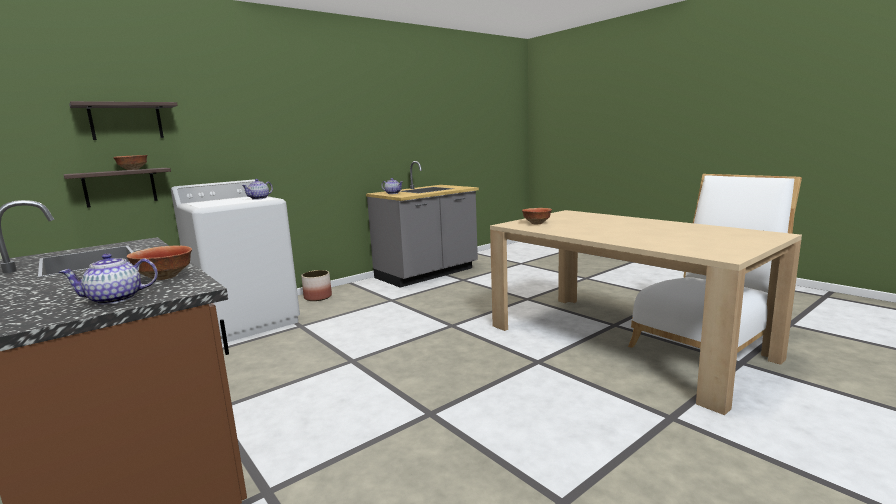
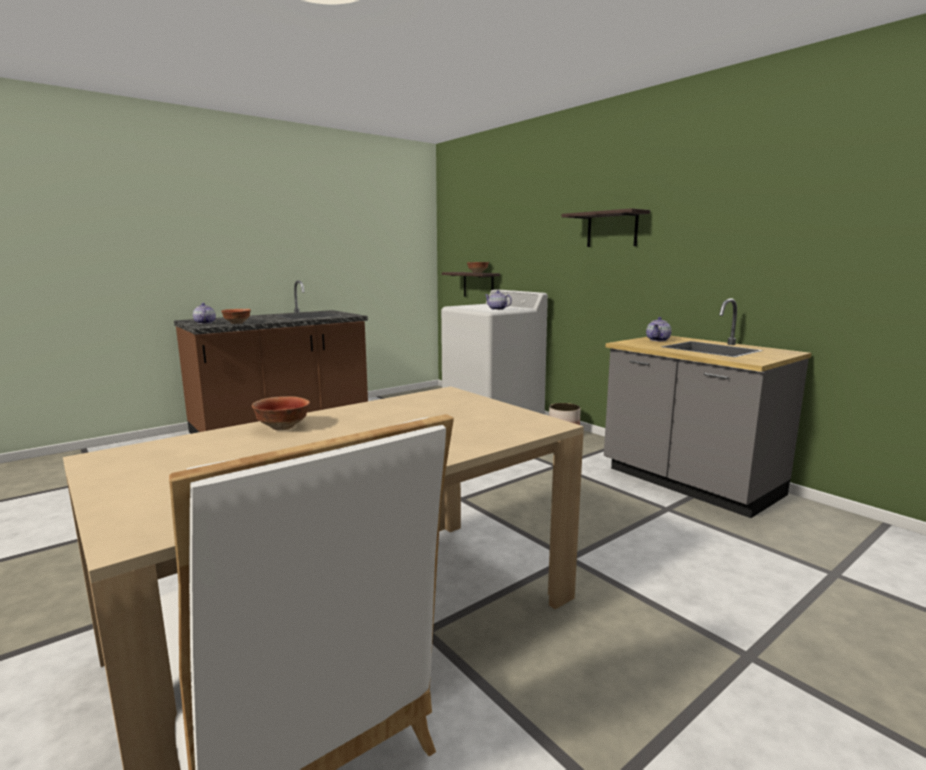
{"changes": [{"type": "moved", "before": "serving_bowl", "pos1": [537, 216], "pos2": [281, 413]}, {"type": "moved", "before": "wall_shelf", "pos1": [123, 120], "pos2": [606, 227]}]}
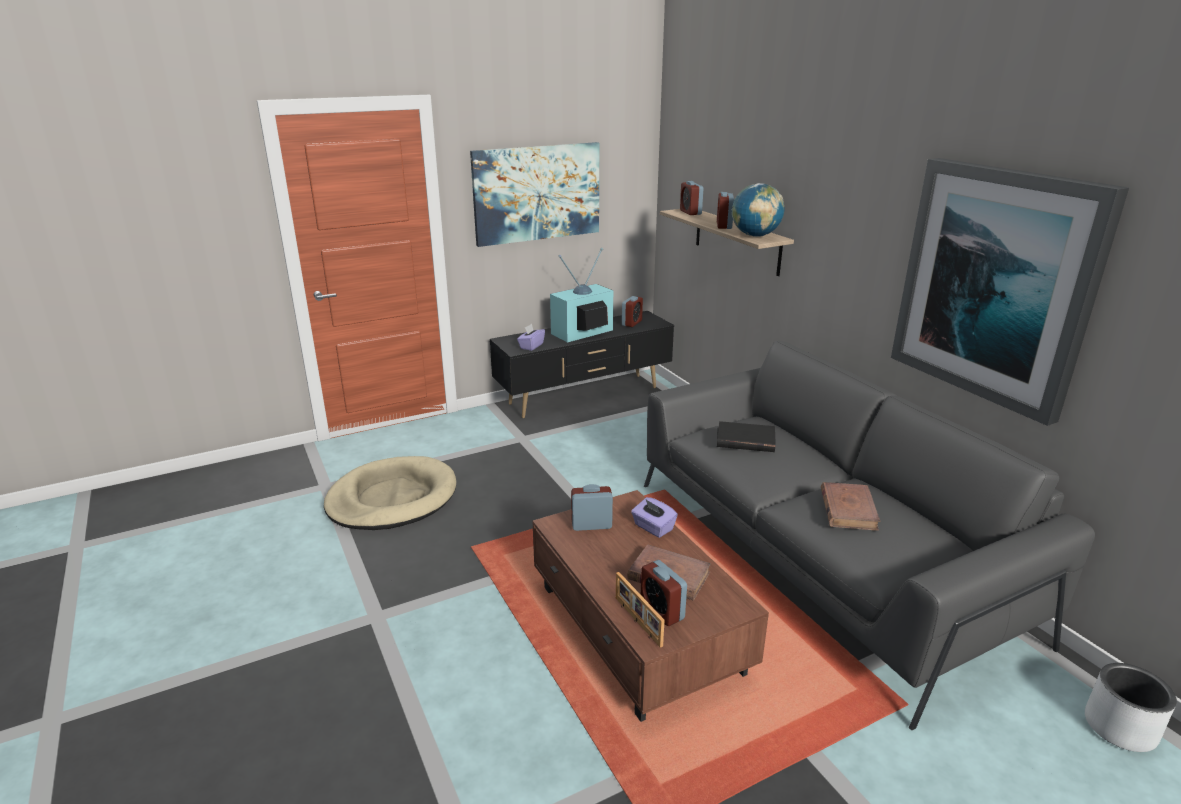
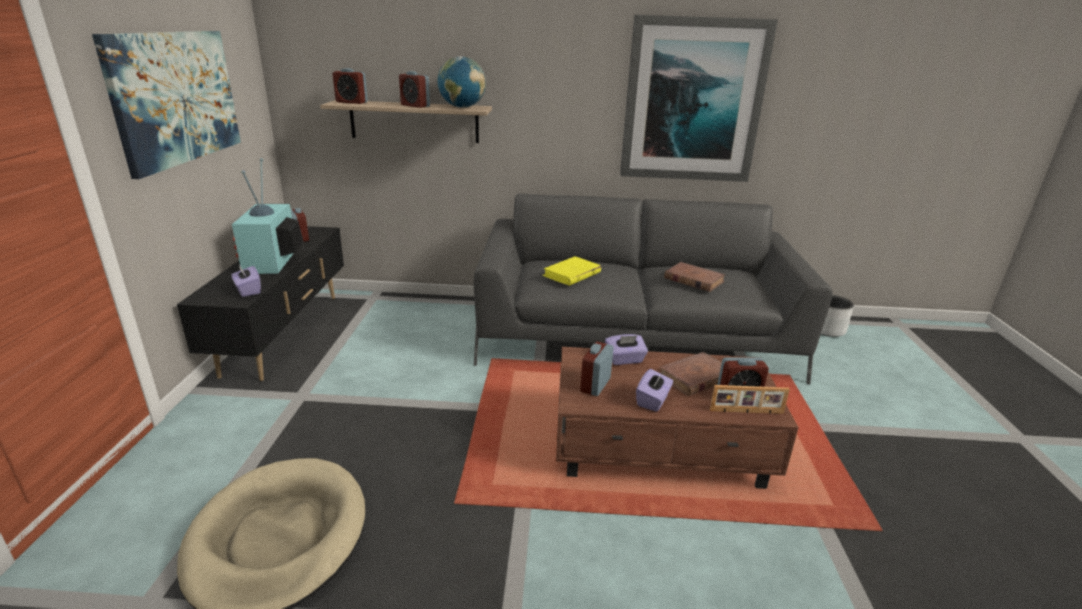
{"changes": [{"type": "recoloured", "before": "blackish_book", "after": "yellowish_book", "pos1": [746, 436], "pos2": [571, 271]}, {"type": "added", "after": "purple_tissue_holder", "pos2": [654, 390]}]}
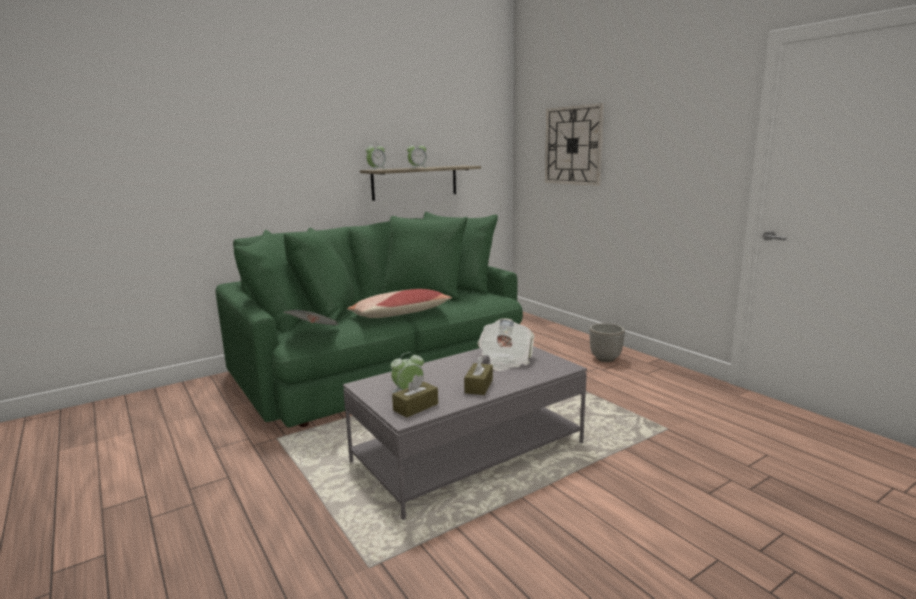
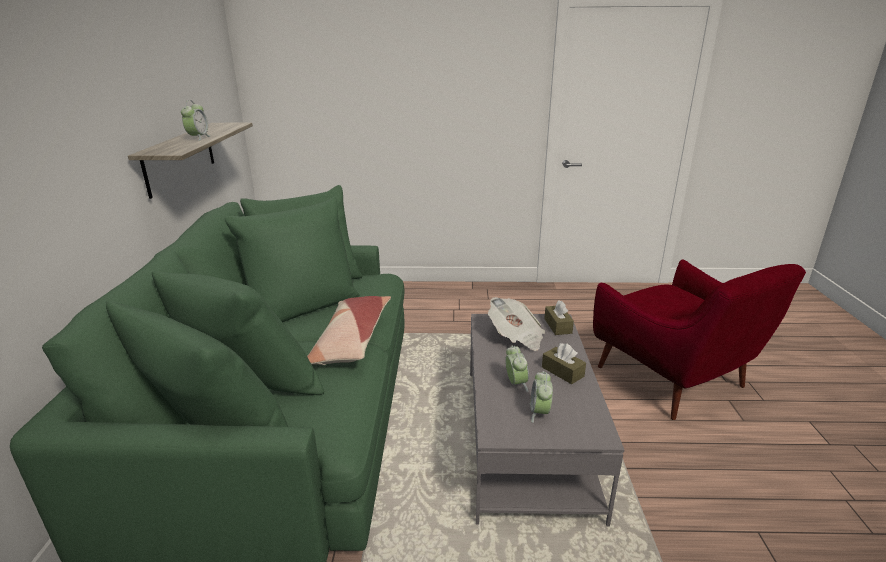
{"changes": [{"type": "moved", "before": "bedside_clock", "pos1": [376, 157], "pos2": [517, 368]}, {"type": "moved", "before": "brown-coloured_tissue_holder", "pos1": [415, 396], "pos2": [559, 317]}, {"type": "added", "after": "reddish_easy_chair", "pos2": [699, 340]}, {"type": "removed", "before": "newspaper", "pos1": [311, 317]}, {"type": "removed", "before": "wall_clock", "pos1": [574, 144]}, {"type": "removed", "before": "plant_pot", "pos1": [607, 342]}]}
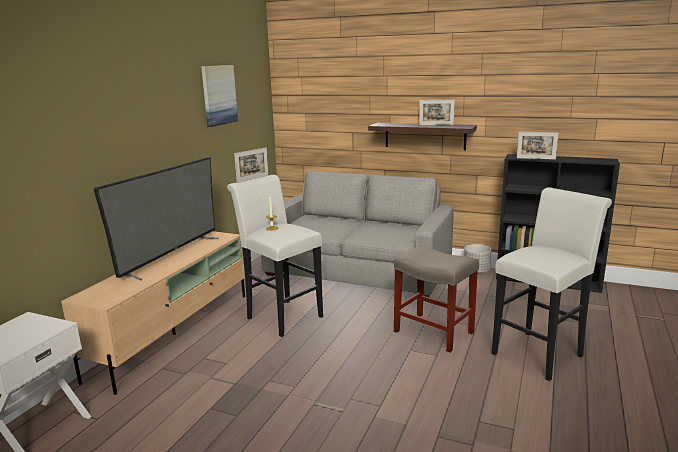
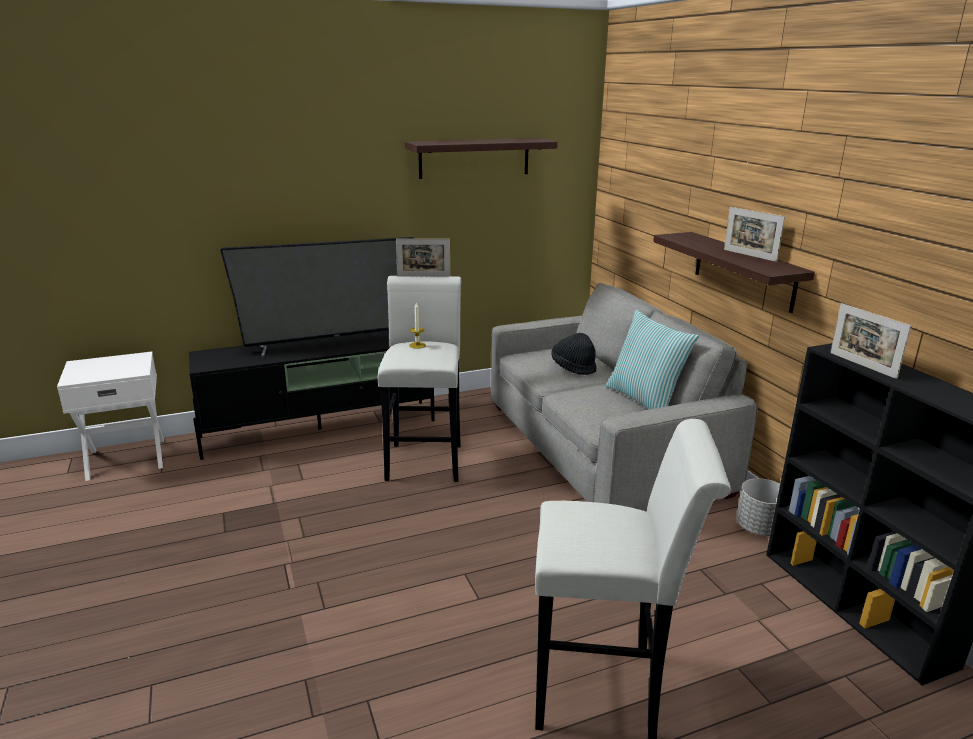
{"changes": [{"type": "recoloured", "before": "sand-coloured_tv_unit", "after": "blackish_tv_unit", "pos1": [153, 313], "pos2": [312, 395]}, {"type": "replaced", "before": "picture", "after": "wall_shelf", "pos1": [219, 96], "pos2": [481, 158]}, {"type": "added", "after": "blackish_hat", "pos2": [573, 354]}, {"type": "added", "after": "pillow", "pos2": [652, 360]}, {"type": "removed", "before": "sand-coloured_stool_seat", "pos1": [436, 299]}]}
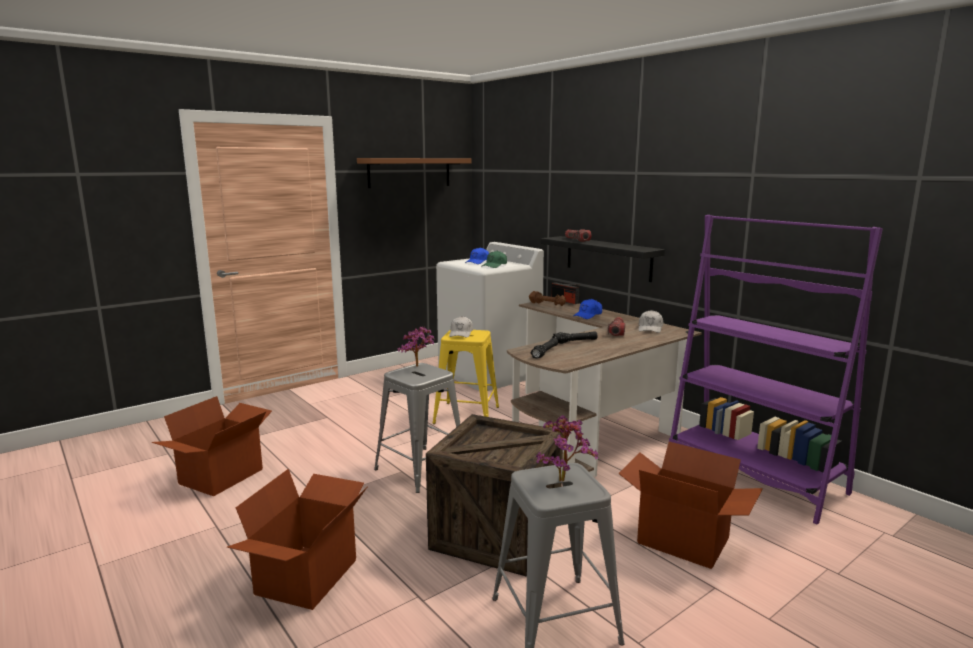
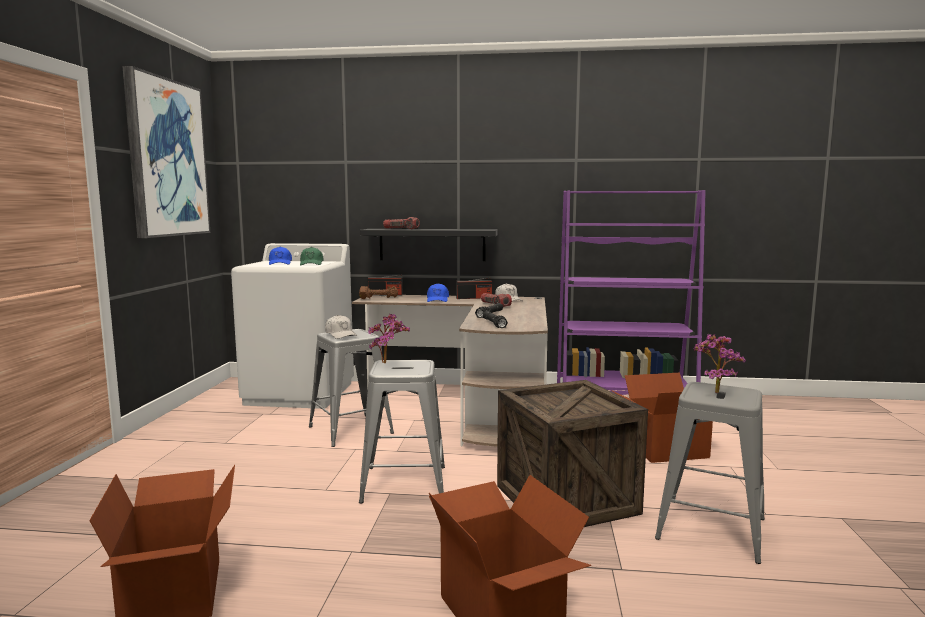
{"changes": [{"type": "replaced", "before": "brown-coloured_wall_shelf", "after": "picture", "pos1": [414, 173], "pos2": [166, 152]}, {"type": "recoloured", "before": "yellowish_stool_seat", "after": "grey_stool_seat", "pos1": [465, 377], "pos2": [351, 388]}, {"type": "added", "after": "radio", "pos2": [474, 288]}]}
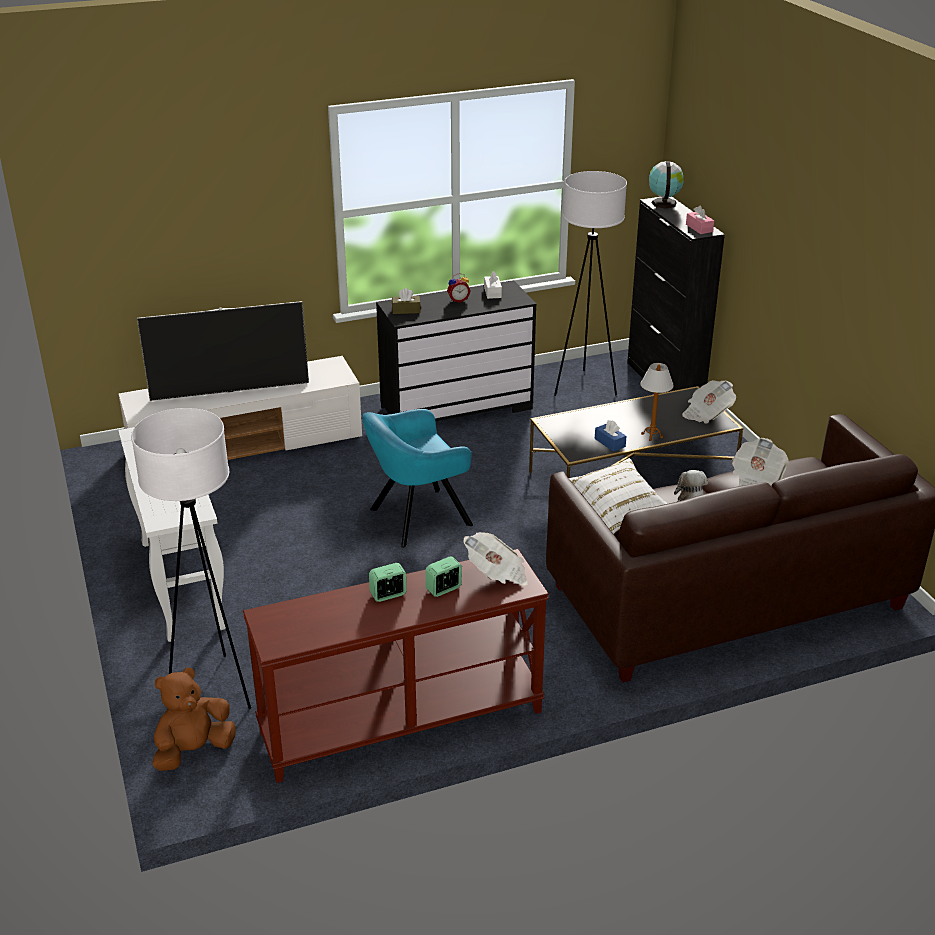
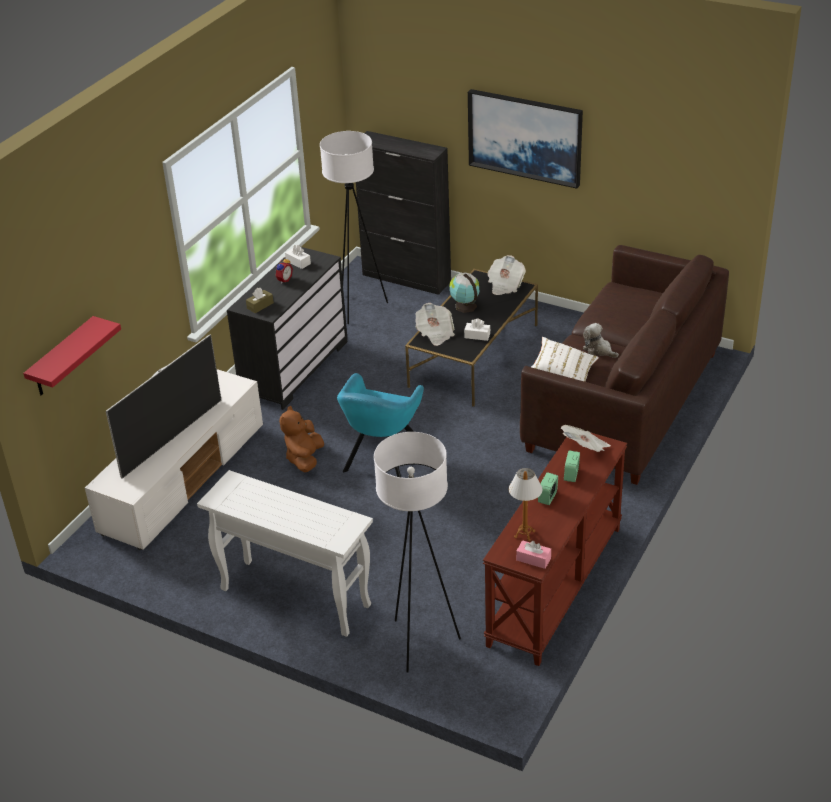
{"changes": [{"type": "added", "after": "reddish_wall_shelf", "pos2": [72, 355]}, {"type": "moved", "before": "brown-coloured_plush_toy", "pos1": [194, 719], "pos2": [301, 439]}, {"type": "moved", "before": "newspaper", "pos1": [760, 462], "pos2": [435, 324]}, {"type": "moved", "before": "desk_globe", "pos1": [666, 185], "pos2": [464, 292]}, {"type": "recoloured", "before": "blue-coloured_tissue_holder", "after": "whitish_tissue_holder", "pos1": [610, 436], "pos2": [477, 329]}, {"type": "added", "after": "picture", "pos2": [525, 139]}, {"type": "moved", "before": "lamp_for_a_table", "pos1": [657, 402], "pos2": [525, 504]}, {"type": "moved", "before": "pink_tissue_holder", "pos1": [700, 220], "pos2": [533, 554]}]}
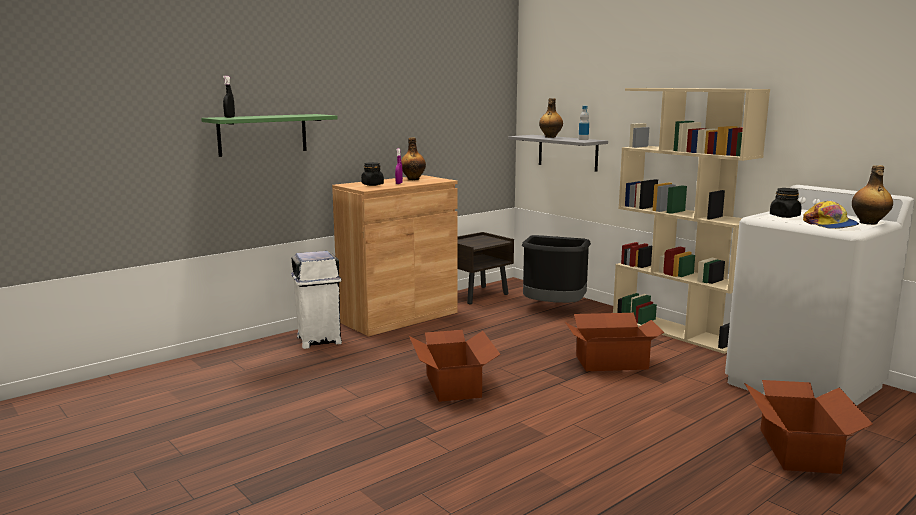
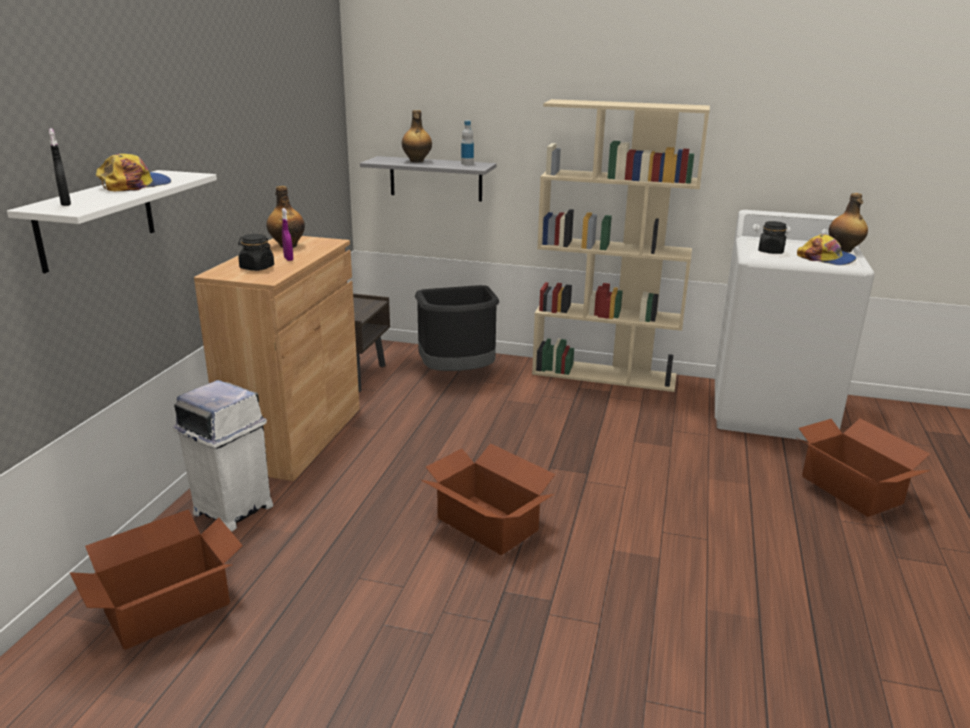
{"changes": [{"type": "recoloured", "before": "greenish_wall_shelf", "after": "whitish_wall_shelf", "pos1": [269, 135], "pos2": [112, 221]}, {"type": "moved", "before": "cardboard_box", "pos1": [614, 342], "pos2": [156, 579]}, {"type": "added", "after": "baseball_cap", "pos2": [133, 172]}]}
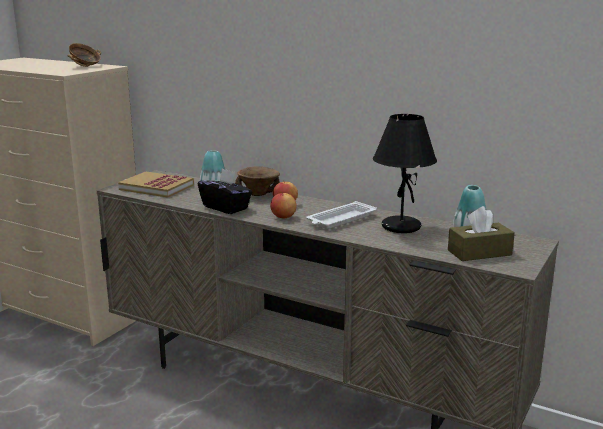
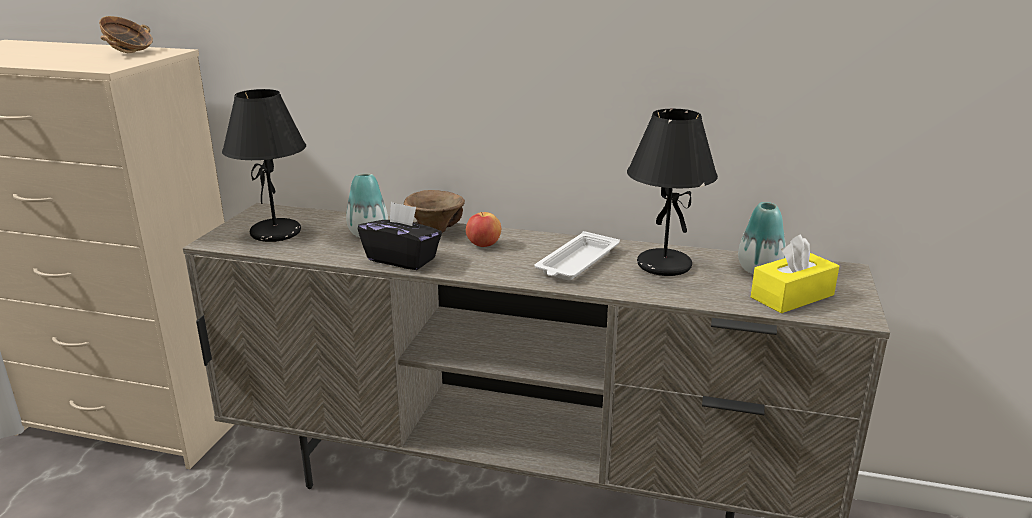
{"changes": [{"type": "replaced", "before": "book", "after": "blackish_lamp_for_a_table", "pos1": [156, 185], "pos2": [264, 165]}, {"type": "recoloured", "before": "brown-coloured_tissue_holder", "after": "yellowish_tissue_holder", "pos1": [481, 233], "pos2": [795, 273]}, {"type": "removed", "before": "whole_apple", "pos1": [283, 205]}]}
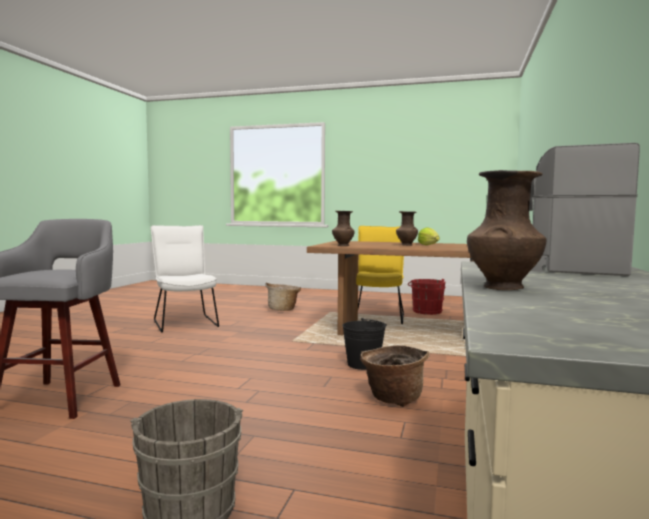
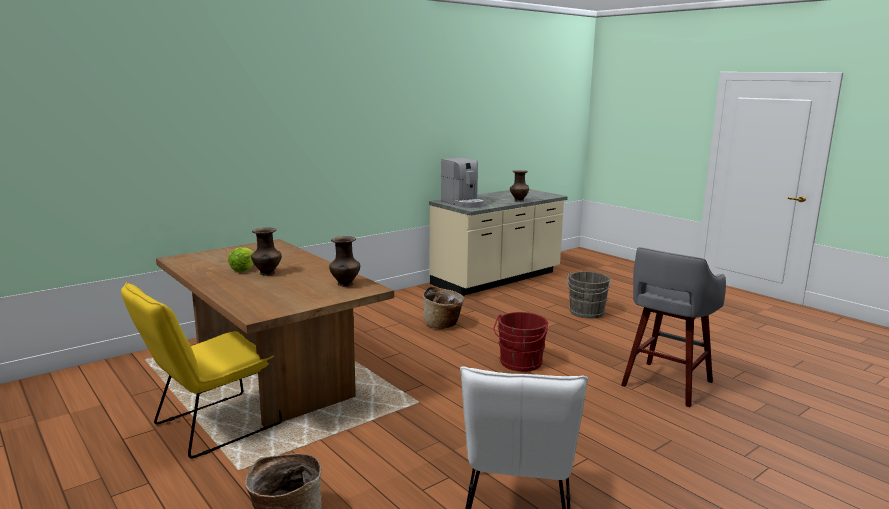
{"changes": [{"type": "moved", "before": "reddish_pail", "pos1": [427, 297], "pos2": [521, 342]}, {"type": "removed", "before": "blackish_pail", "pos1": [364, 344]}]}
